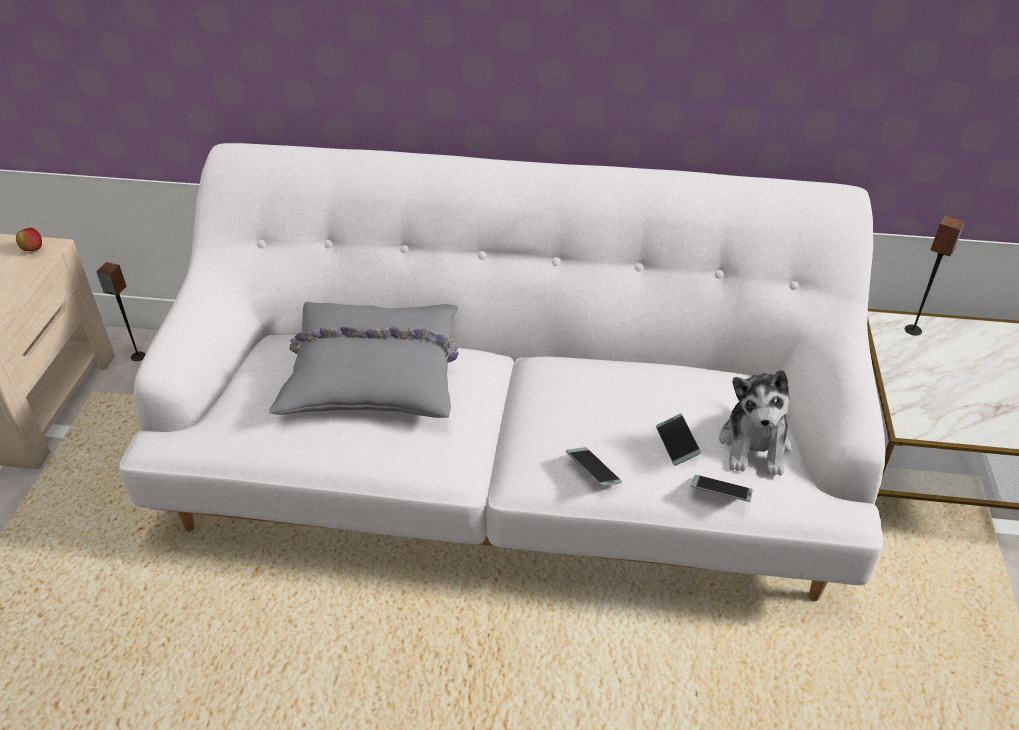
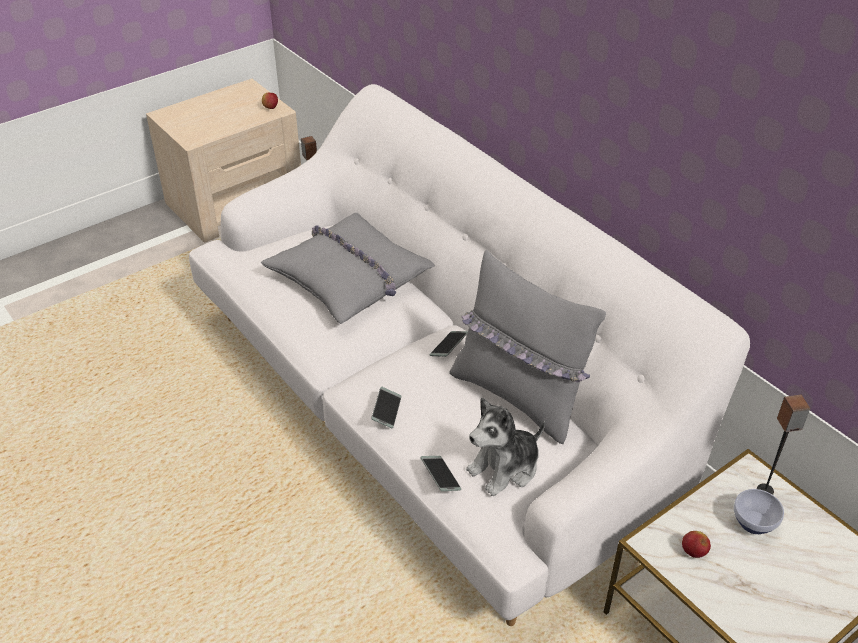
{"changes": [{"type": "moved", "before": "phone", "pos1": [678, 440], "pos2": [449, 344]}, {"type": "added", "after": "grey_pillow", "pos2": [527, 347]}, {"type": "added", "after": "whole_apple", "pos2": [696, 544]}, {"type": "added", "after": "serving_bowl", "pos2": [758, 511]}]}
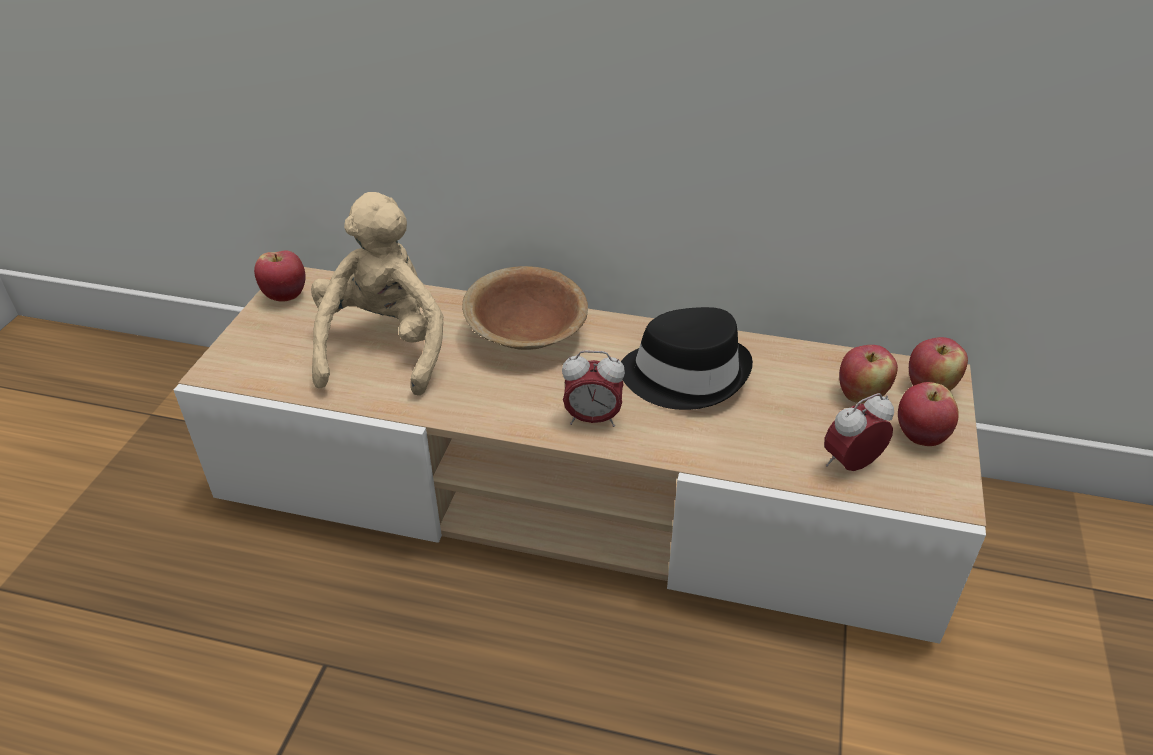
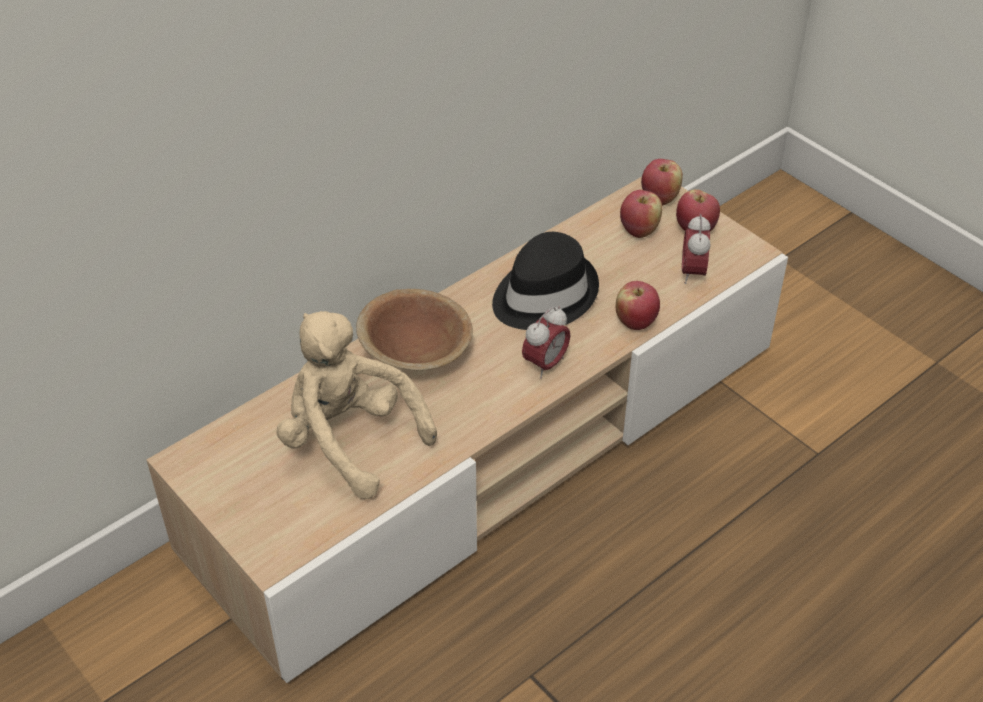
{"changes": [{"type": "moved", "before": "whole_apple", "pos1": [280, 276], "pos2": [638, 305]}]}
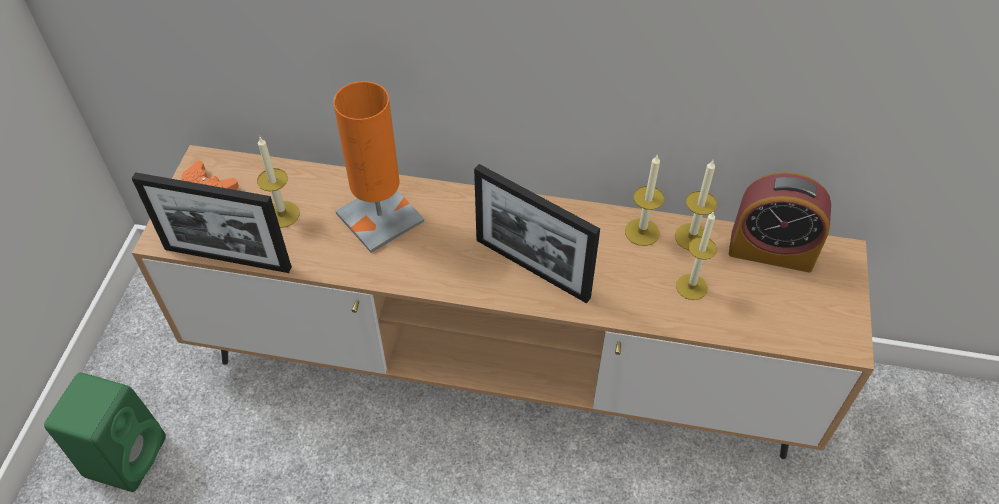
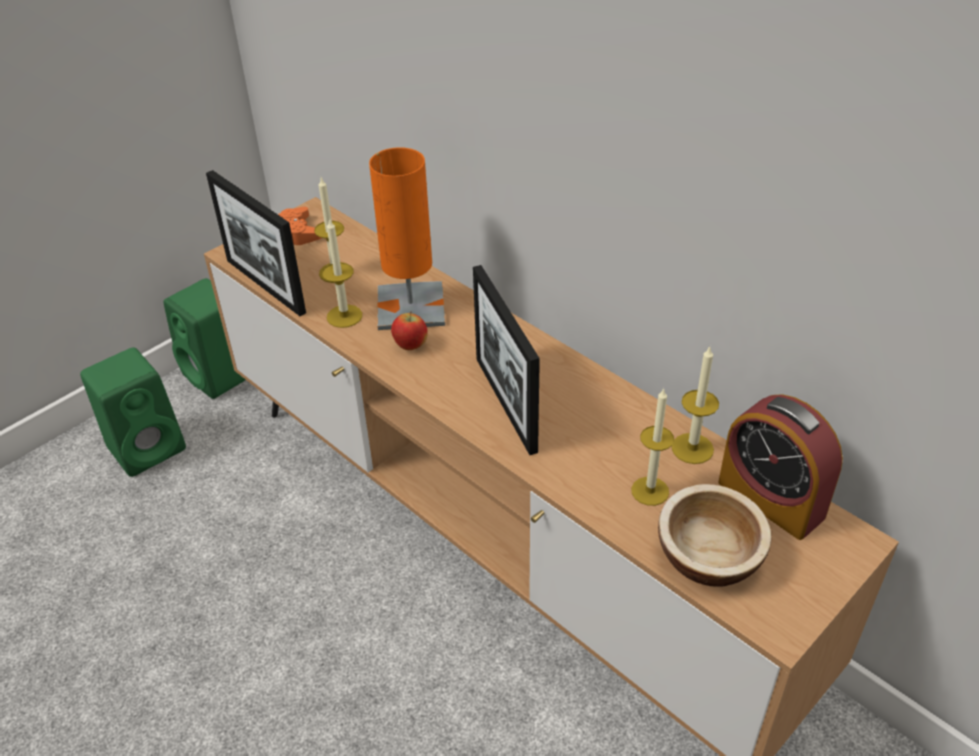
{"changes": [{"type": "added", "after": "greenish_loudspeaker", "pos2": [204, 338]}, {"type": "moved", "before": "wax_light", "pos1": [644, 200], "pos2": [342, 273]}, {"type": "added", "after": "whole_apple", "pos2": [409, 330]}, {"type": "added", "after": "serving_bowl", "pos2": [715, 535]}]}
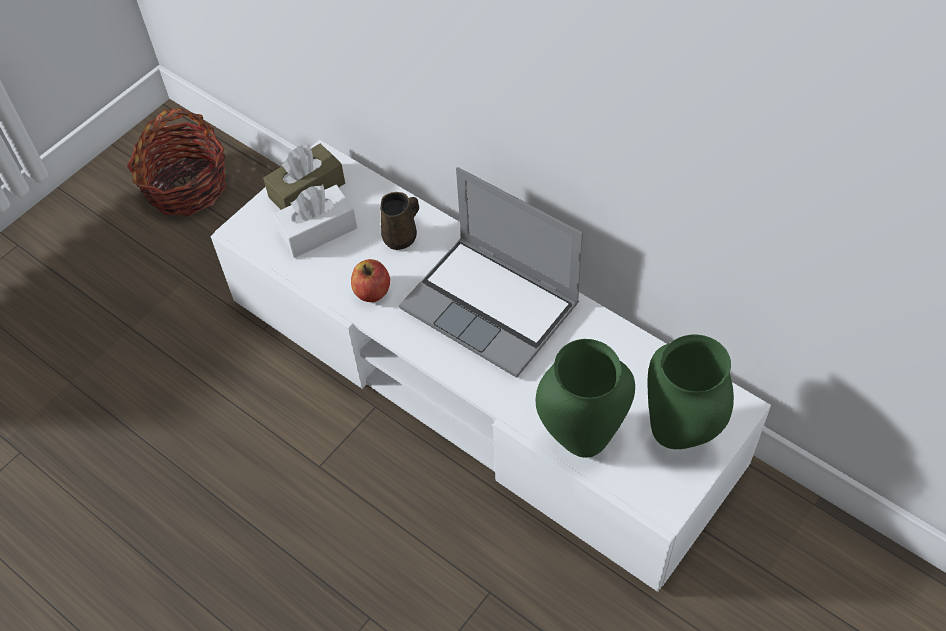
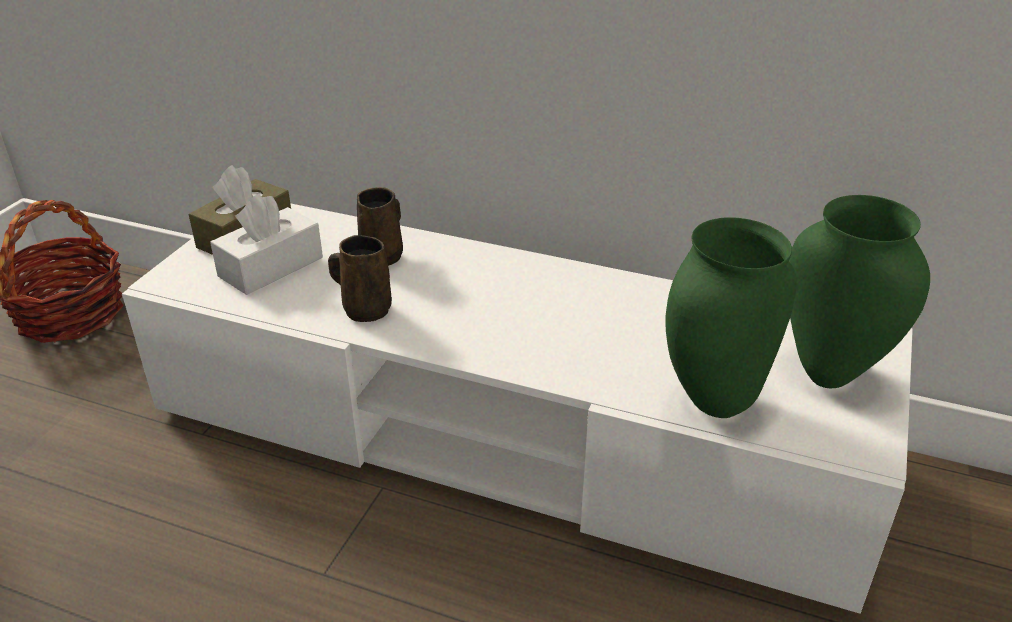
{"changes": [{"type": "replaced", "before": "whole_apple", "after": "brown-coloured_tea_mug", "pos1": [370, 280], "pos2": [360, 278]}, {"type": "removed", "before": "laptop", "pos1": [491, 272]}]}
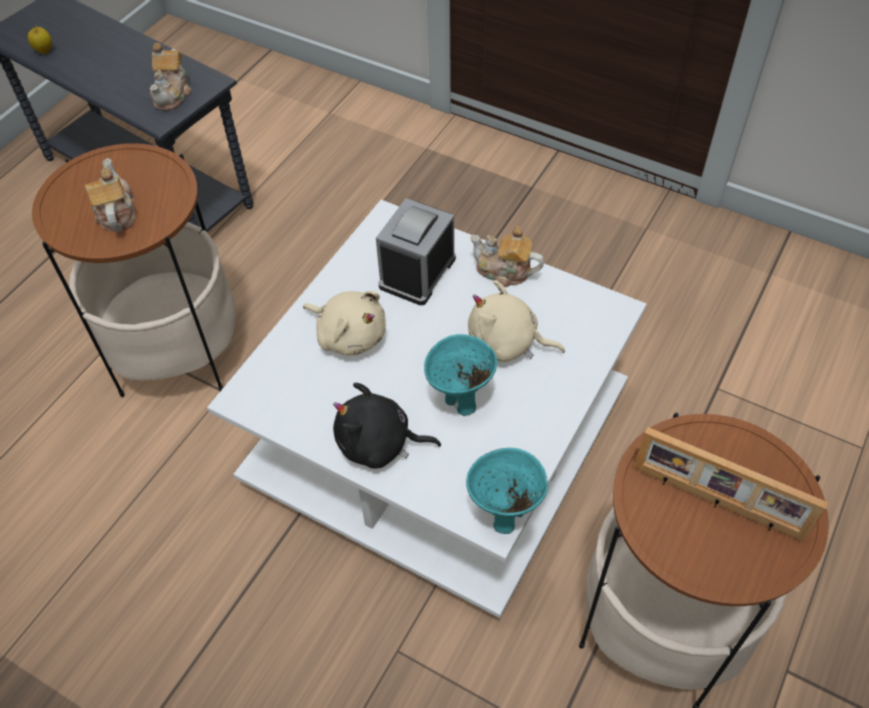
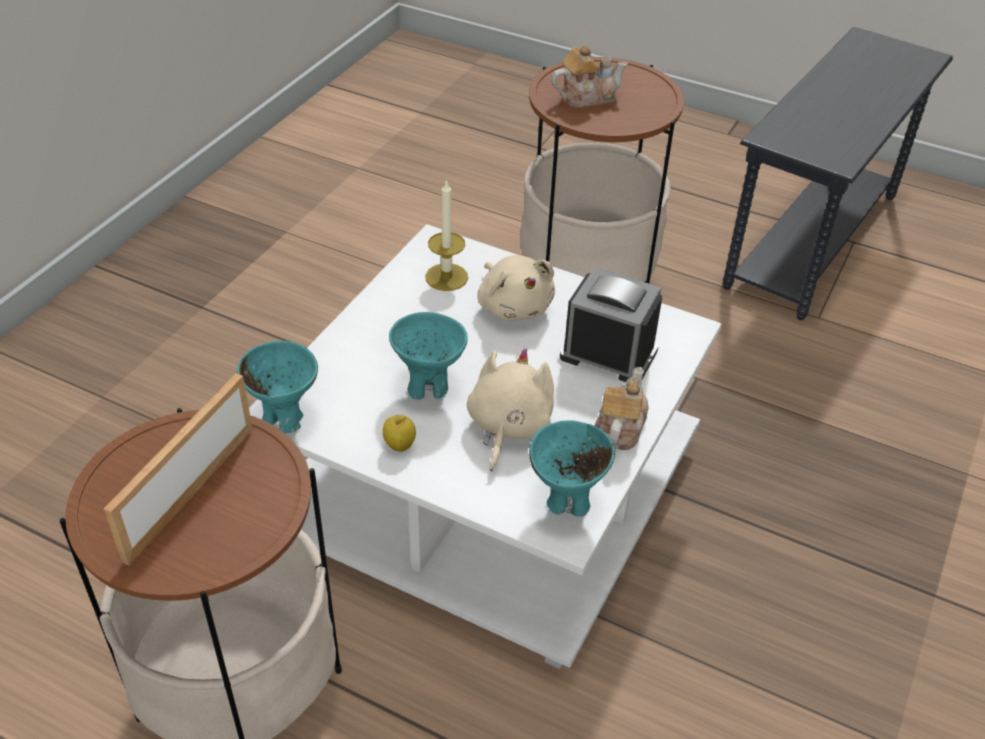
{"changes": [{"type": "moved", "before": "whole_apple", "pos1": [40, 39], "pos2": [399, 433]}, {"type": "added", "after": "wax_light", "pos2": [446, 235]}, {"type": "turned", "before": "sand-coloured_plush_toy", "pos1": [344, 323], "pos2": [516, 288], "turn": -60}, {"type": "added", "after": "turquoise-coloured_serving_bowl", "pos2": [572, 468]}, {"type": "removed", "before": "pot_for_tea", "pos1": [171, 76]}, {"type": "removed", "before": "blackish_plush_toy", "pos1": [387, 425]}]}
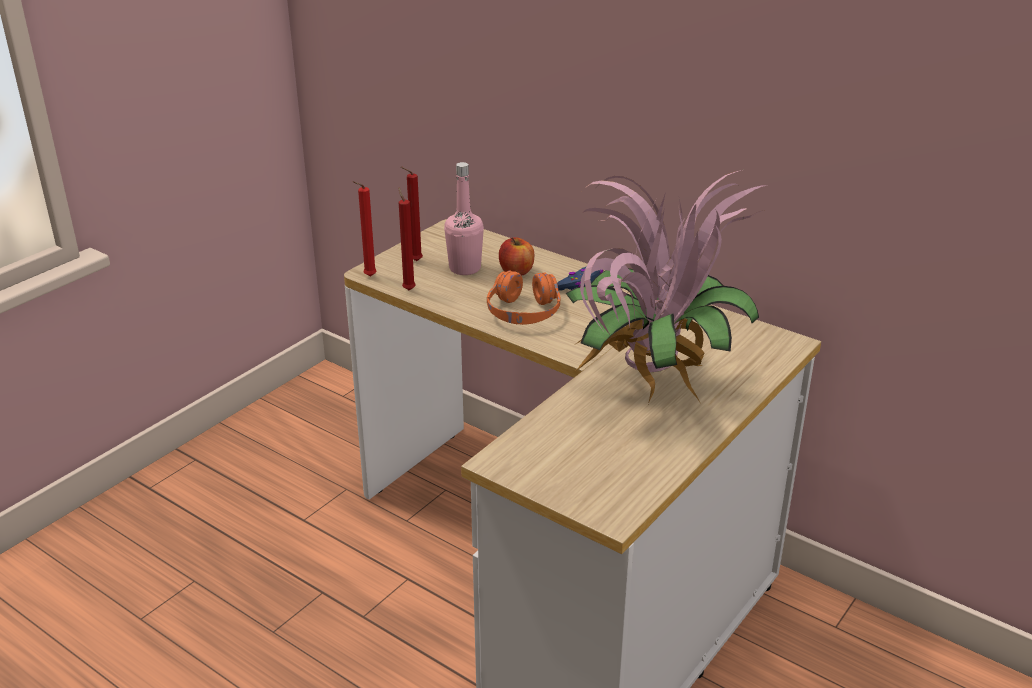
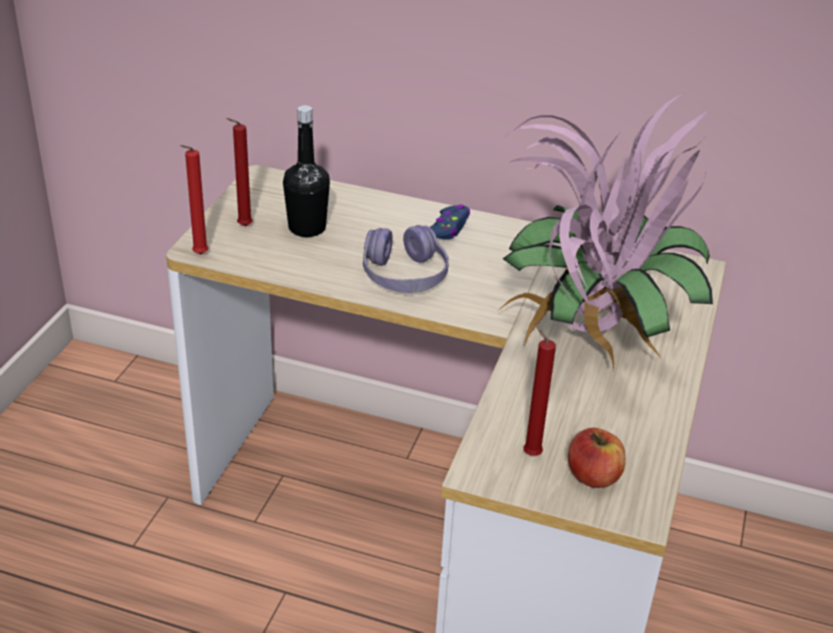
{"changes": [{"type": "recoloured", "before": "pink_bottle", "after": "blackish_bottle", "pos1": [464, 218], "pos2": [306, 171]}, {"type": "recoloured", "before": "orange_headphones", "after": "purple_headphones", "pos1": [523, 298], "pos2": [406, 259]}, {"type": "moved", "before": "reddish_wax_light", "pos1": [407, 238], "pos2": [539, 389]}, {"type": "moved", "before": "whole_apple", "pos1": [516, 256], "pos2": [597, 458]}]}
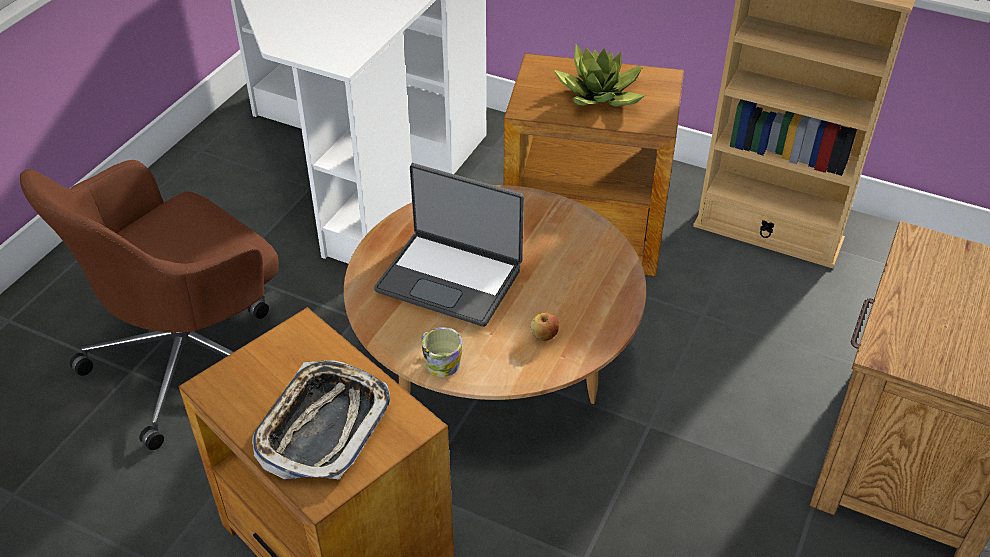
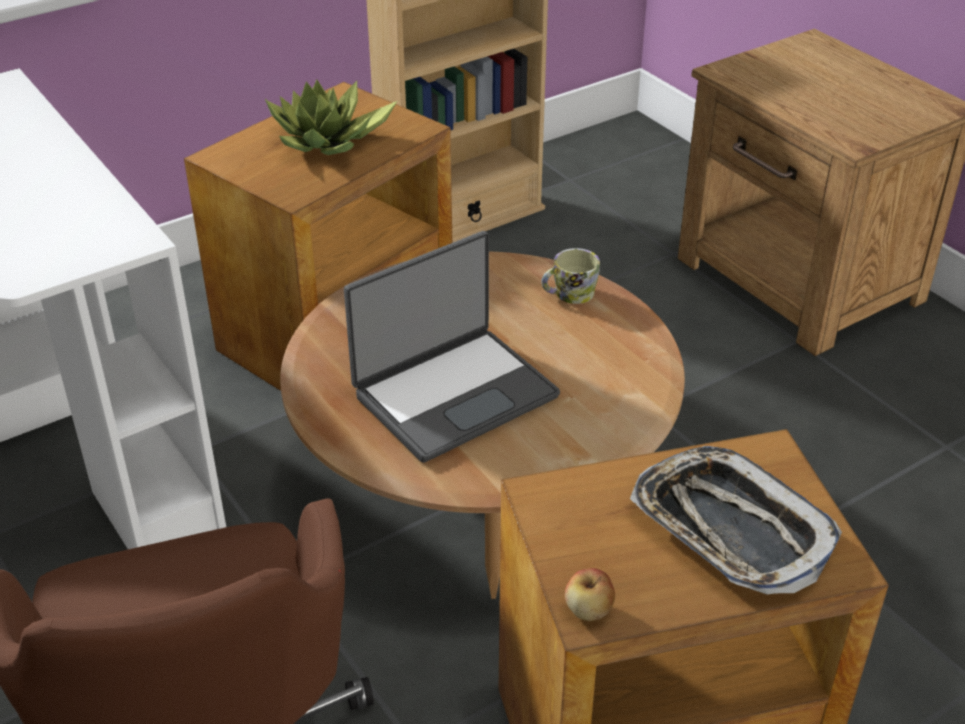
{"changes": [{"type": "moved", "before": "tea_mug", "pos1": [442, 352], "pos2": [570, 276]}, {"type": "moved", "before": "whole_apple", "pos1": [544, 327], "pos2": [590, 594]}]}
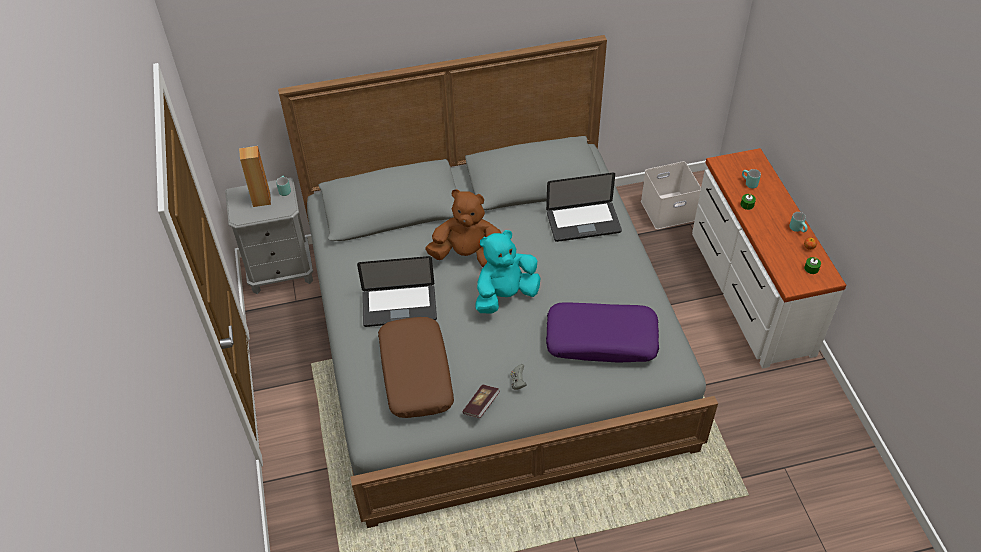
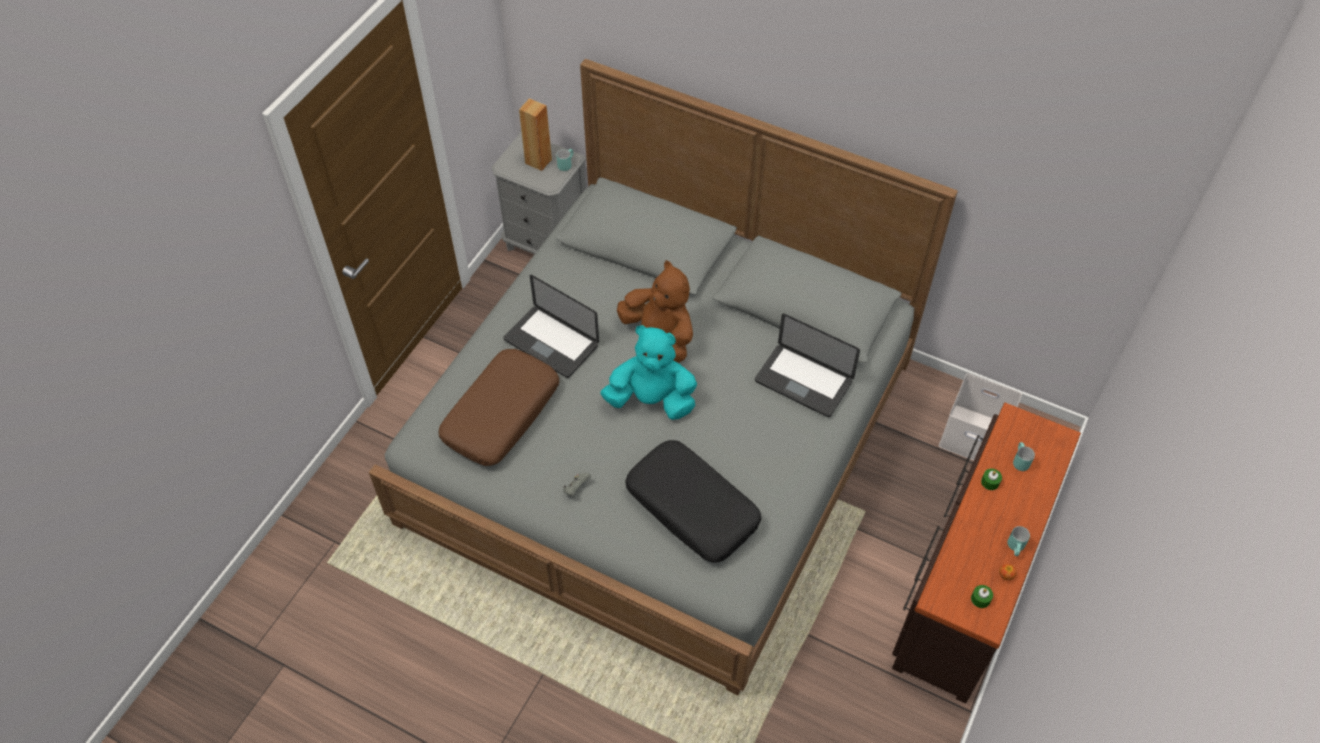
{"changes": [{"type": "recoloured", "before": "purple_pillow", "after": "blackish_pillow", "pos1": [602, 332], "pos2": [693, 501]}, {"type": "recoloured", "before": "whitish_drawer_chest", "after": "brown-coloured_drawer_chest", "pos1": [769, 258], "pos2": [986, 553]}, {"type": "removed", "before": "book", "pos1": [481, 401]}]}
